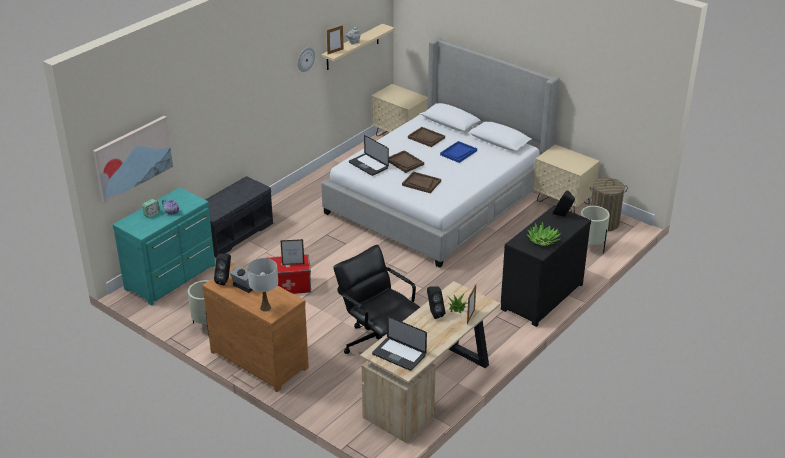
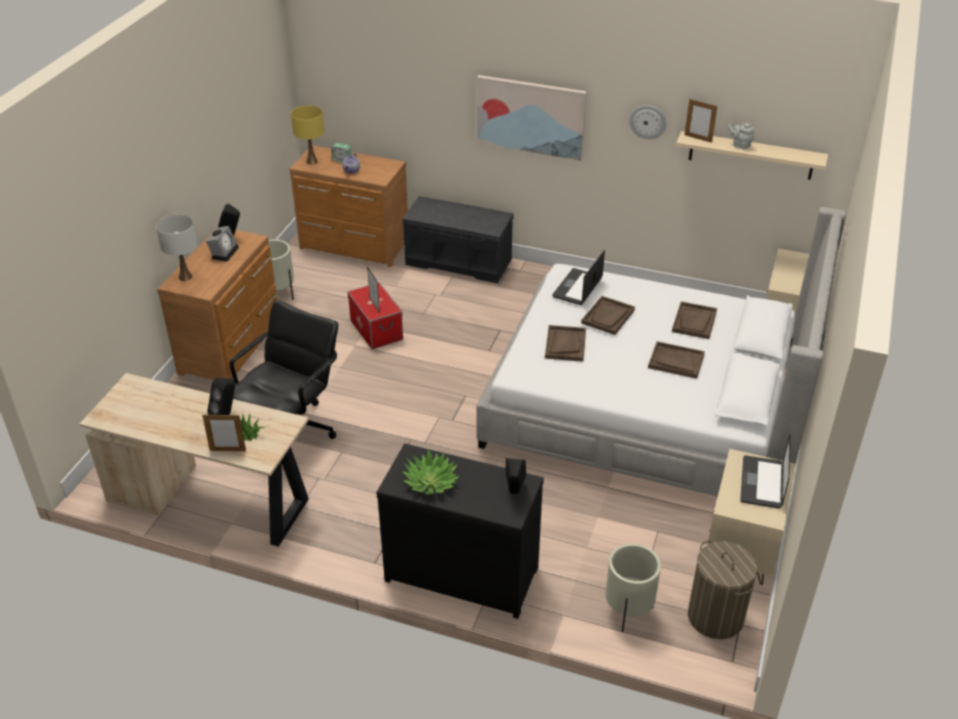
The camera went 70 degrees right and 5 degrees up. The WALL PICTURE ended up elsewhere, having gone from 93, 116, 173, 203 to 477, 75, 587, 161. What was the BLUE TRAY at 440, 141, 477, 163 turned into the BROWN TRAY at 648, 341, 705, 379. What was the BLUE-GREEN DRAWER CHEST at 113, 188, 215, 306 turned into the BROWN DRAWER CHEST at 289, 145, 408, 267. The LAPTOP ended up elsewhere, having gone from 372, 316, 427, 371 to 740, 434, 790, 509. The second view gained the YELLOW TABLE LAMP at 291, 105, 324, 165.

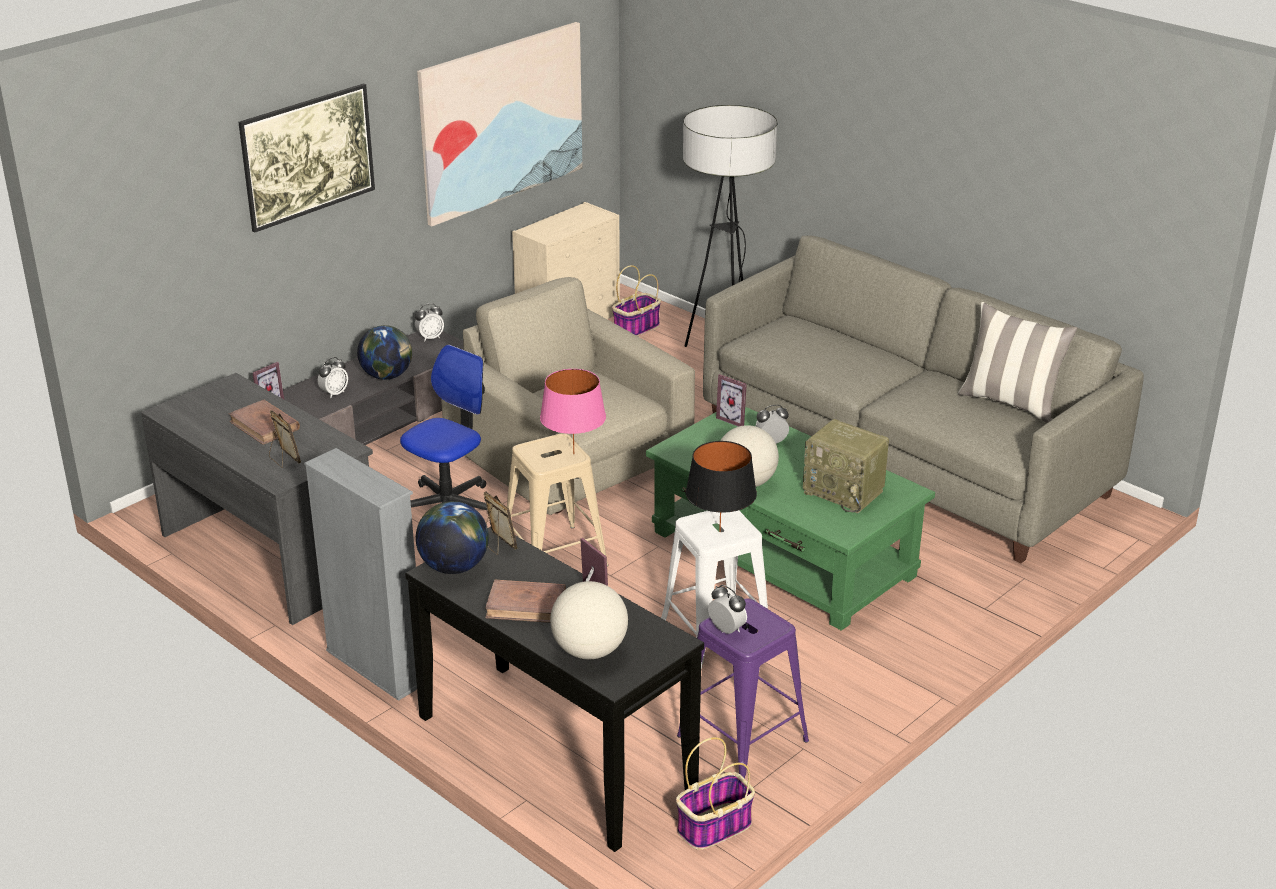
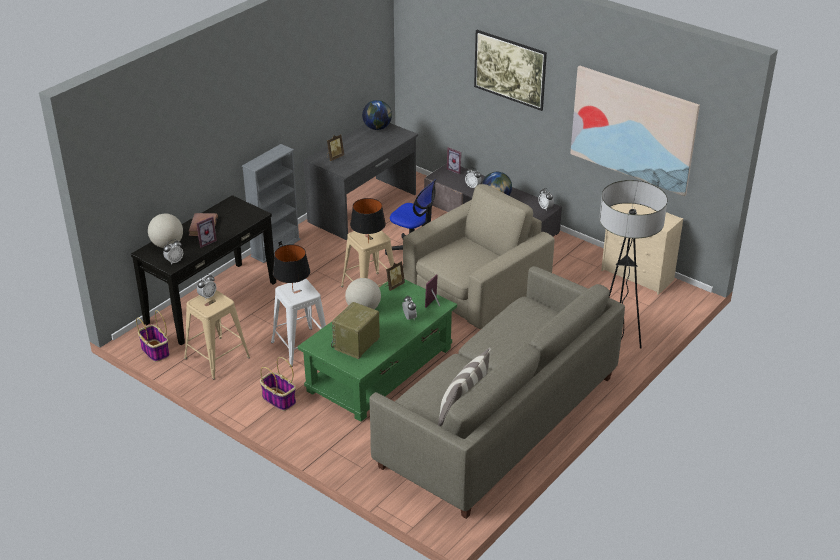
The camera went 85 degrees right and 5 degrees up. The HOUSEHOLD BASKET ended up elsewhere, having gone from 612, 265, 661, 336 to 260, 357, 296, 411. What was the PINK TABLE LAMP at 540, 369, 606, 454 turned into the BLACKISH TABLE LAMP at 350, 198, 386, 244. The second view lost the BROWN BOOK at 228, 400, 300, 445. The PICTURE FRAME ended up elsewhere, having gone from 484, 491, 517, 555 to 385, 261, 405, 291. The GLOBE ended up elsewhere, having gone from 416, 501, 489, 574 to 362, 100, 392, 130. What was the PURPLE STOOL SEAT at 677, 598, 809, 778 turned into the BEIGE STOOL SEAT at 184, 290, 250, 379. The second view gained the ALARM CLOCK at 163, 239, 183, 265.

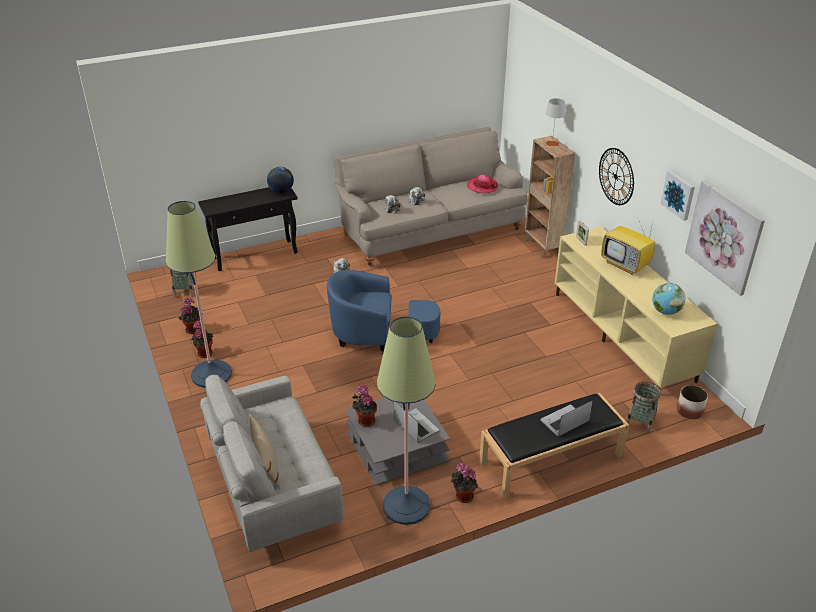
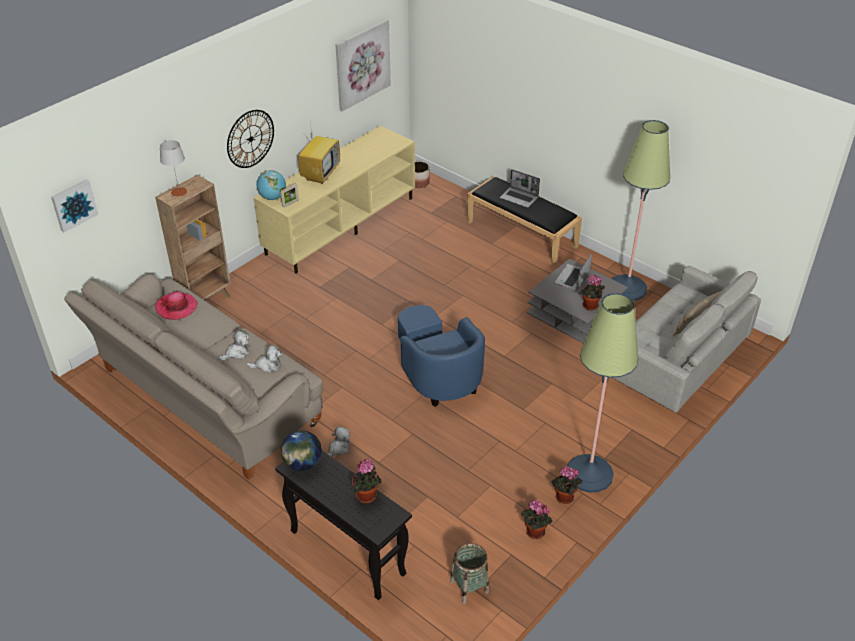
The camera went 115 degrees left and 5 degrees up. The WALL PICTURE ended up elsewhere, having gone from 660, 170, 695, 221 to 51, 179, 98, 232. The GLOBE ended up elsewhere, having gone from 652, 283, 685, 315 to 257, 170, 286, 200. The second view lost the HOUSEHOLD BASKET at 626, 382, 661, 433. The POTTED PLANT ended up elsewhere, having gone from 451, 462, 478, 503 to 352, 459, 382, 503.

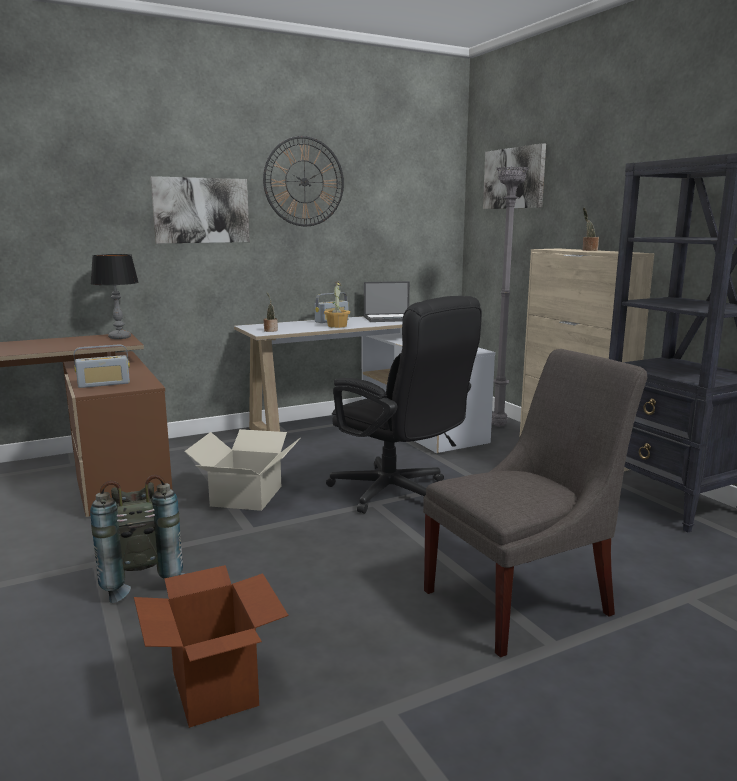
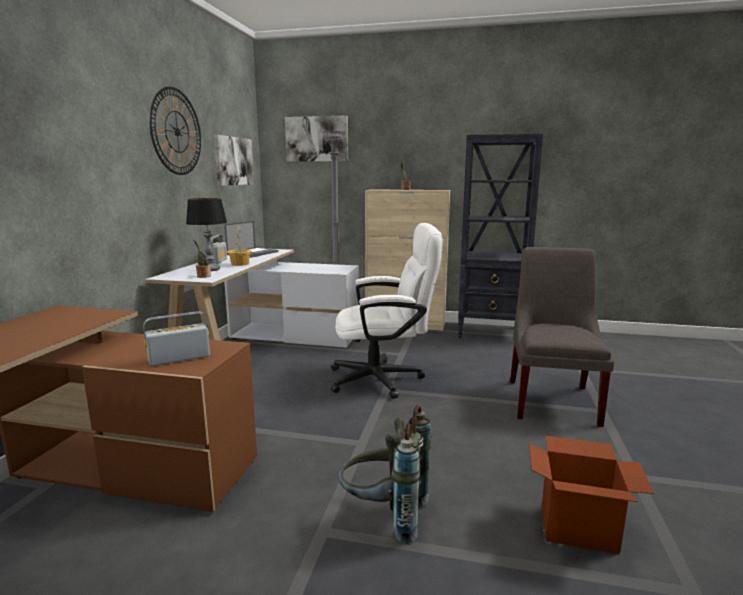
The camera went 50 degrees left and 0 degrees up. The WALL PICTURE ended up elsewhere, having gone from 150, 176, 250, 244 to 214, 135, 254, 186. The TABLE LAMP ended up elsewhere, having gone from 90, 254, 139, 339 to 186, 198, 227, 271. What was the BLACKISH DESK CHAIR at 326, 296, 482, 514 turned into the WHITISH DESK CHAIR at 331, 223, 443, 399. The RADIO SET at 74, 344, 130, 388 ended up facing another way, 135 degrees counterclockwise from before. The second view lost the CARTON at 184, 429, 301, 511.

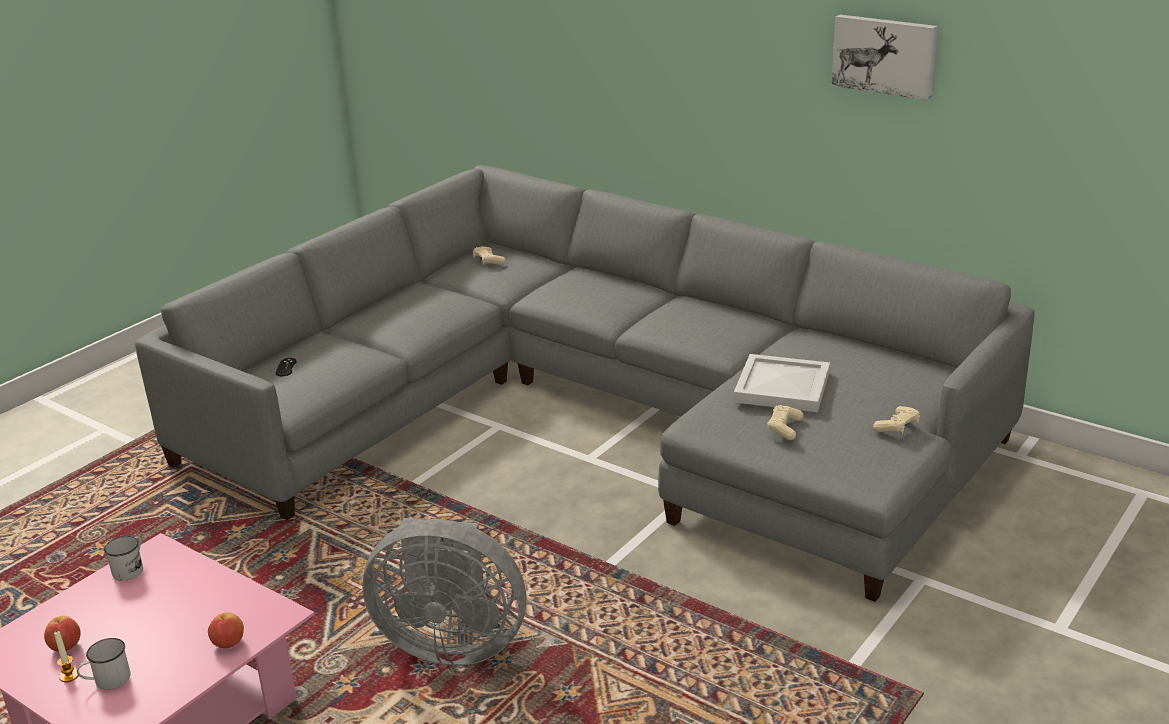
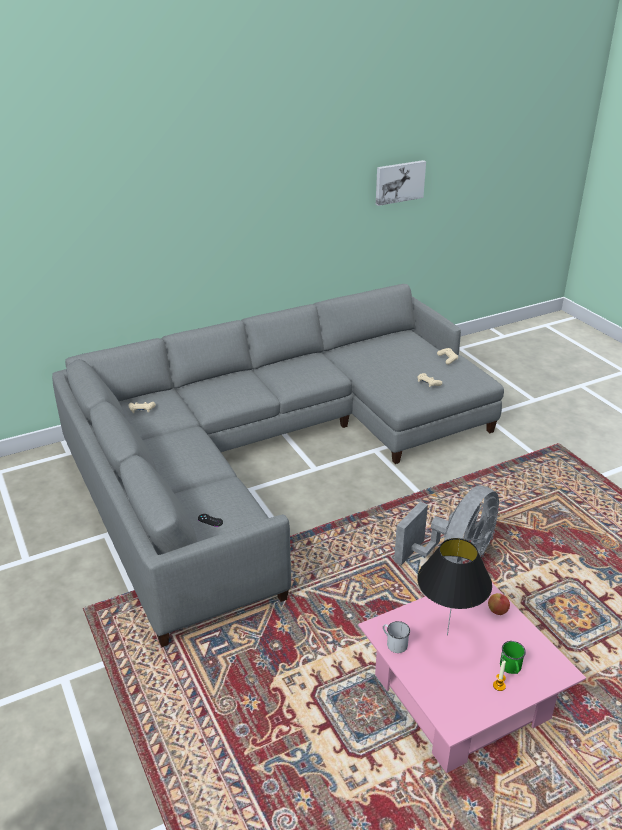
The camera went 65 degrees left and 5 degrees up. The WALL PICTURE ended up elsewhere, having gone from 832, 15, 938, 100 to 376, 160, 426, 206. The second view lost the WHITISH TRAY at 734, 354, 830, 412. The second view lost the APPLE at 44, 616, 81, 652. What was the WHITISH COFFEE MUG at 77, 638, 131, 690 turned into the GREEN COFFEE MUG at 500, 641, 526, 674. The second view gained the BLACKISH TABLE LAMP at 417, 538, 492, 635.

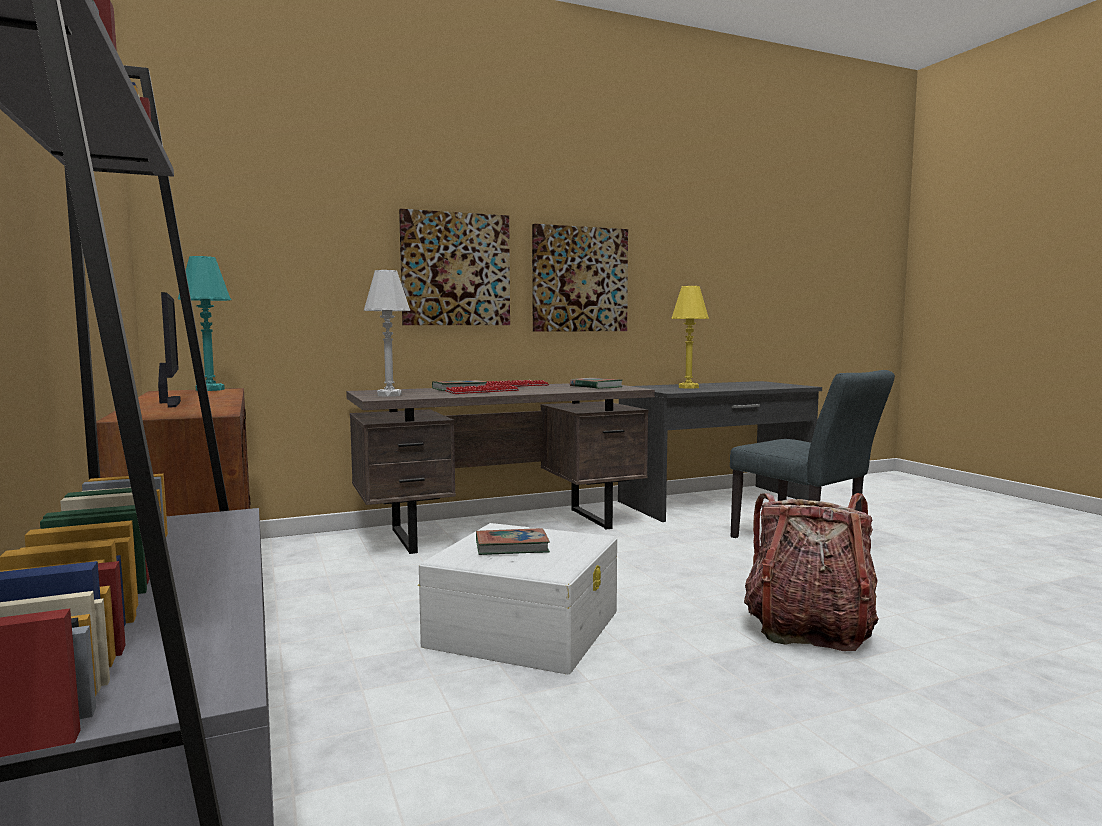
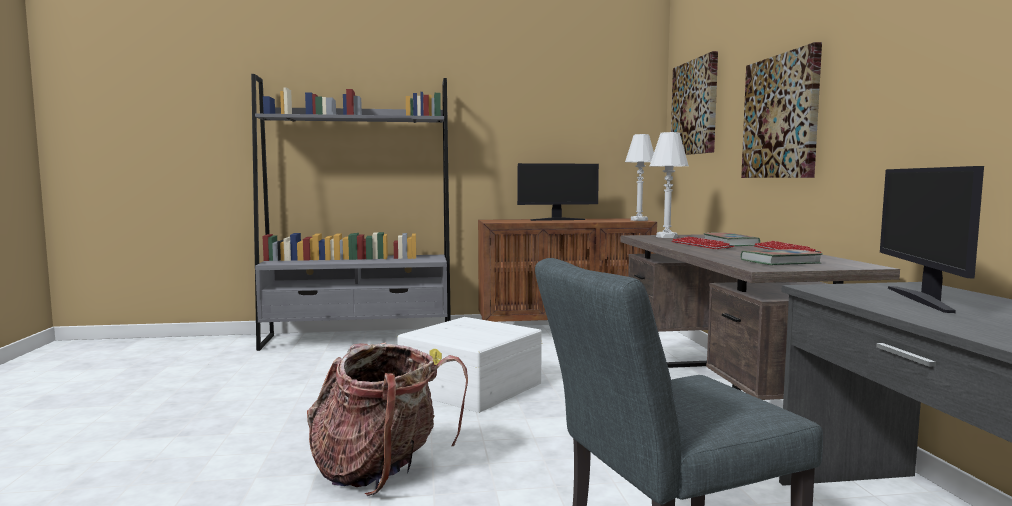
The camera went 105 degrees right and 0 degrees up. The WALL PICTURE ended up elsewhere, having gone from 532, 224, 628, 332 to 671, 51, 718, 155. What was the BLUE-GREEN TABLE LAMP at 178, 256, 232, 391 turned into the WHITISH TABLE LAMP at 625, 134, 654, 221. Where the YELLOW TABLE LAMP stood at 671, 286, 709, 389, the COMPUTER DISPLAY came to stand at 880, 166, 984, 313. The second view lost the BOOK at 476, 528, 550, 555.

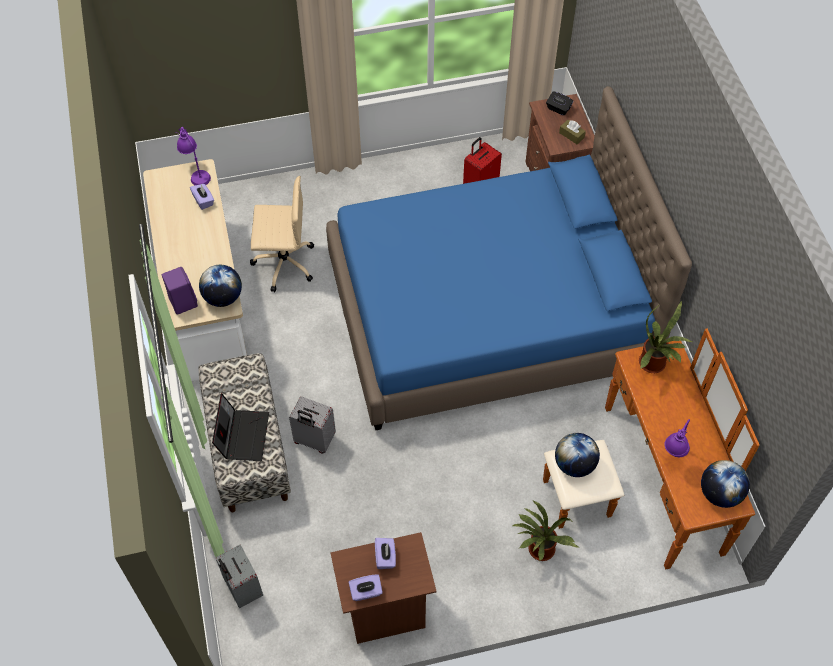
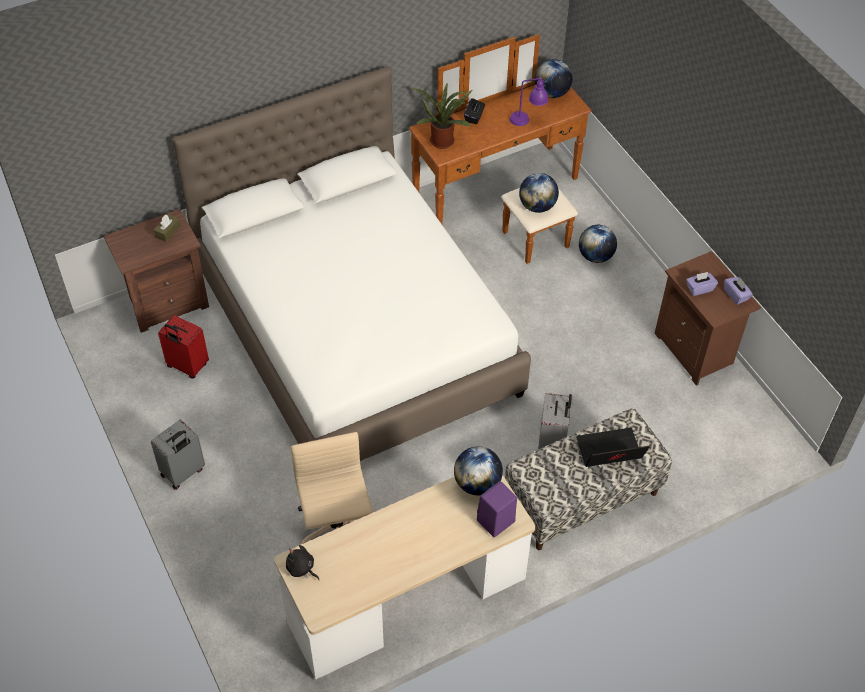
The camera went 105 degrees left and 5 degrees down. What was the BLUE BED at 326, 86, 692, 430 turned into the WHITISH BED at 173, 67, 531, 461. The BLACKISH TISSUE BOX ended up elsewhere, having gone from 546, 92, 573, 116 to 464, 98, 485, 124. Where the PURPLE TABLE LAMP stood at 175, 127, 211, 185, the BLACKISH CUDDLY TOY came to stand at 286, 545, 319, 580. The second view lost the PURPLE TISSUE BOX at 190, 184, 214, 210. Where the POTTED PLANT stood at 513, 501, 579, 562, the GLOBE came to stand at 579, 225, 617, 263. The GREYISH PIECE OF LUGGAGE ended up elsewhere, having gone from 215, 545, 263, 609 to 151, 419, 205, 490.

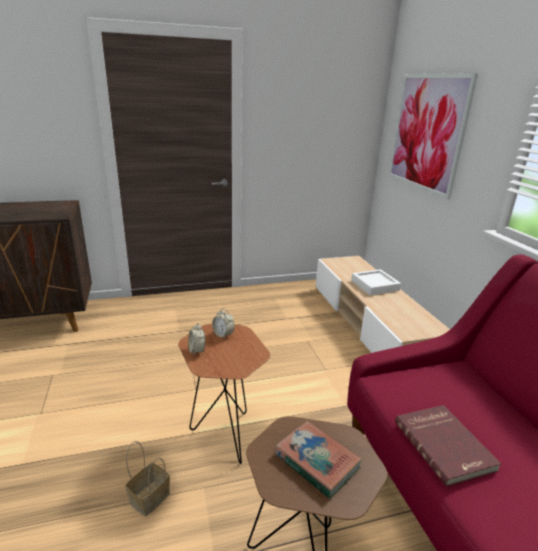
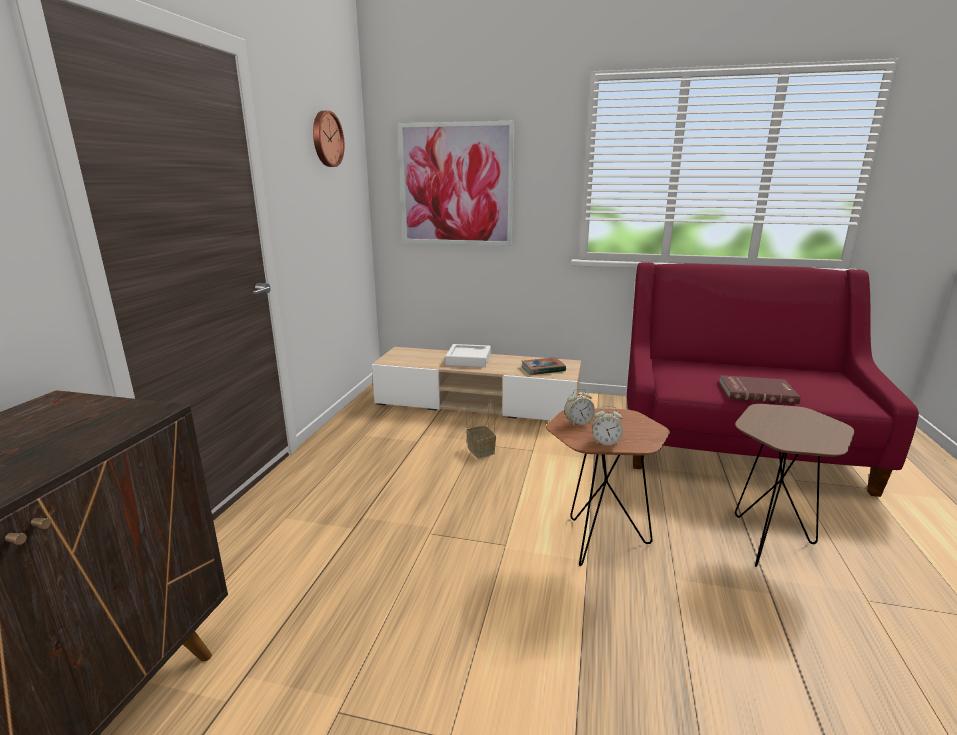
The camera went 60 degrees left and 5 degrees down. The BOOK ended up elsewhere, having gone from 274, 421, 362, 499 to 521, 357, 566, 375. The HOUSEHOLD BASKET ended up elsewhere, having gone from 125, 441, 170, 516 to 466, 402, 496, 458. The second view gained the CLOCK ON THE WALL at 313, 111, 345, 167.

